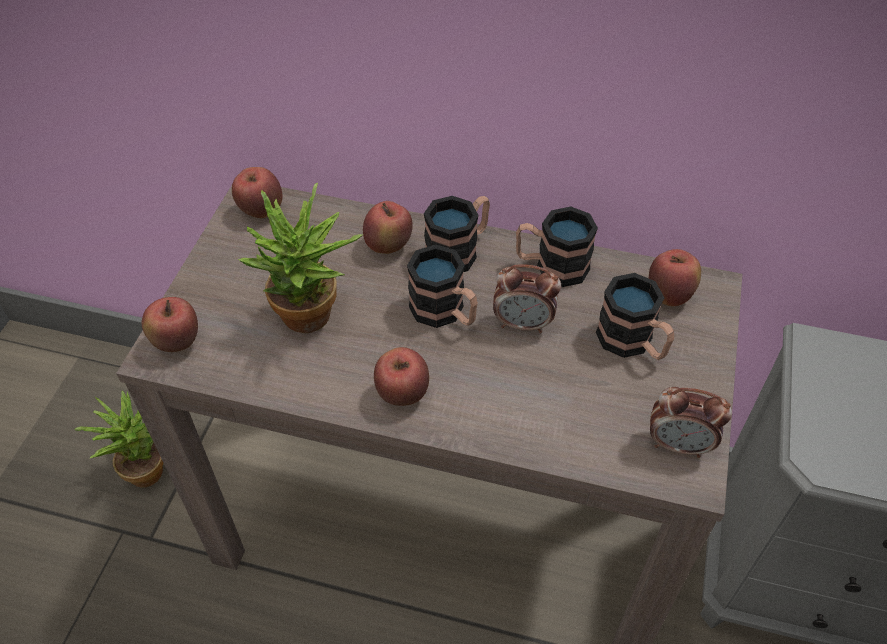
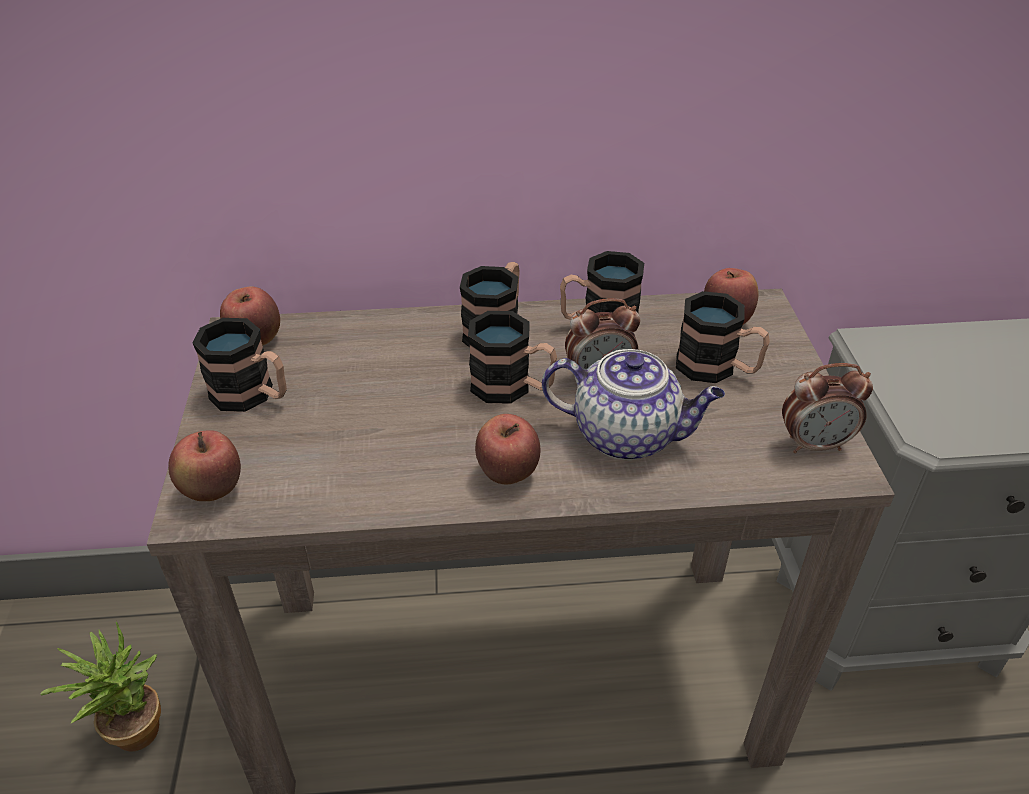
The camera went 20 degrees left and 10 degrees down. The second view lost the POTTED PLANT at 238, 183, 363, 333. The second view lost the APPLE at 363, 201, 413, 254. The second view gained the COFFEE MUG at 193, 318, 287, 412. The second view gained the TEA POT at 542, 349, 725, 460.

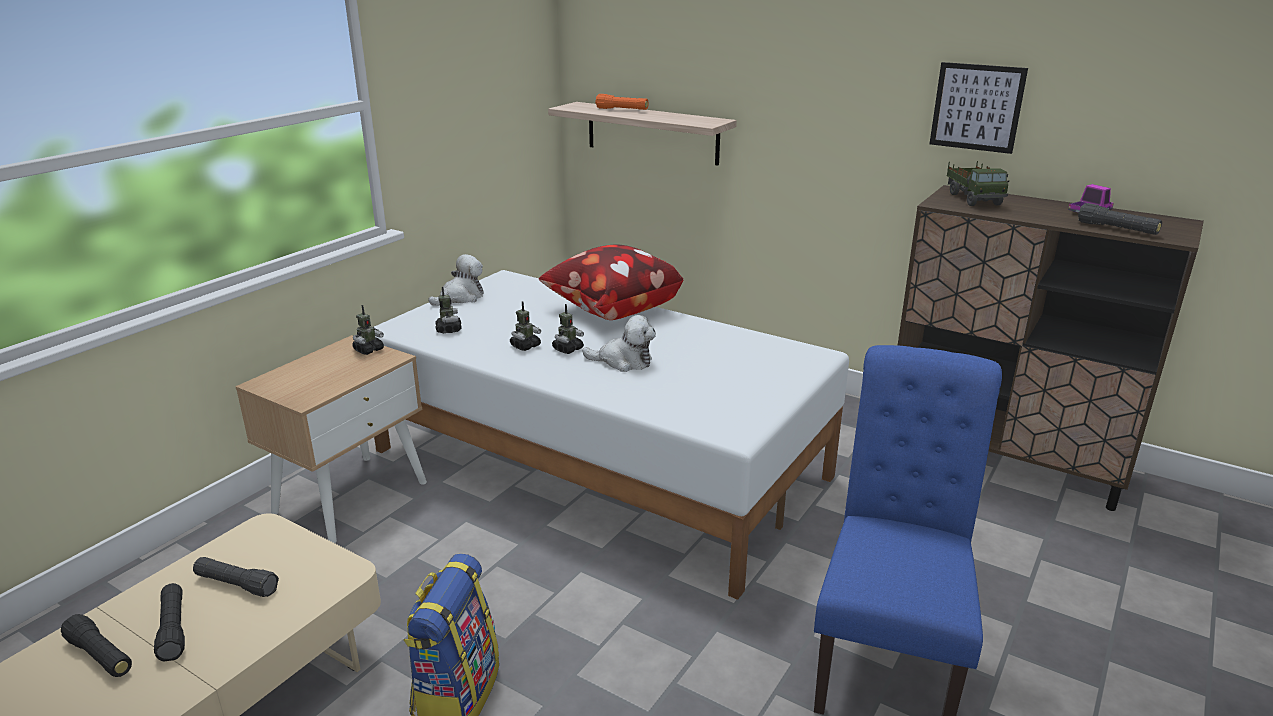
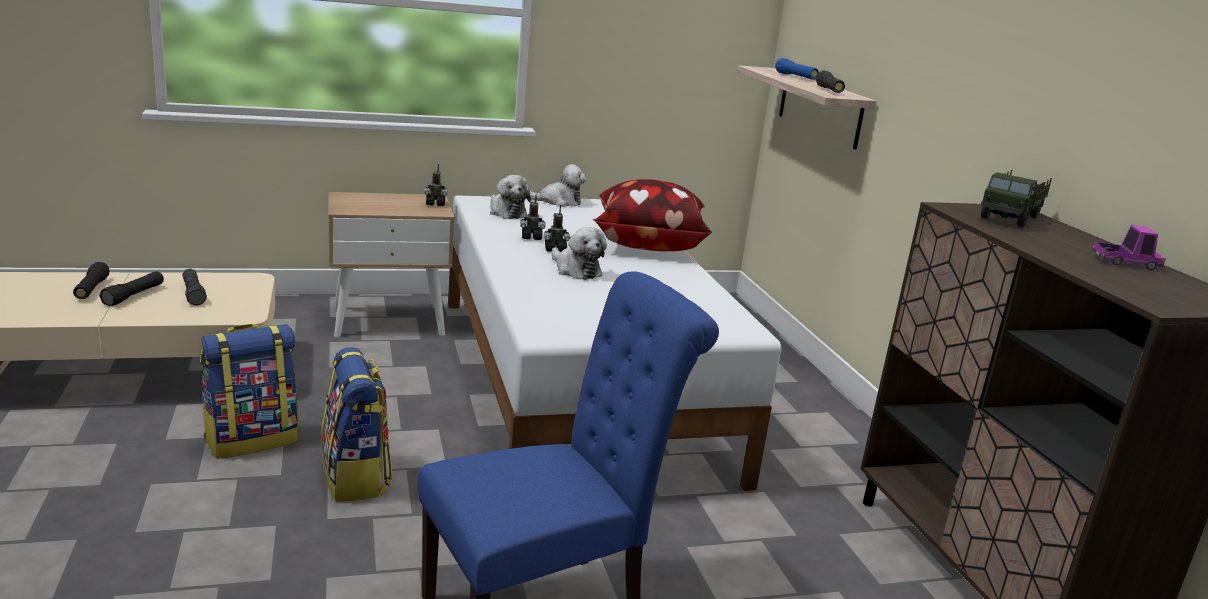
The camera went 40 degrees right and 5 degrees down. The second view lost the WALL PICTURE at 930, 62, 1028, 154. What was the ORANGE-COLOURED FLASHLIGHT at 595, 94, 649, 110 turned into the BLUE FLASHLIGHT at 775, 58, 819, 80. The BLACKISH FLASHLIGHT ended up elsewhere, having gone from 1078, 203, 1162, 235 to 816, 70, 845, 93. Where the ROBOT FIGURE stood at 435, 287, 462, 333, the CUDDLY TOY came to stand at 490, 175, 531, 219. The second view gained the RUCKSACK at 321, 347, 393, 502.

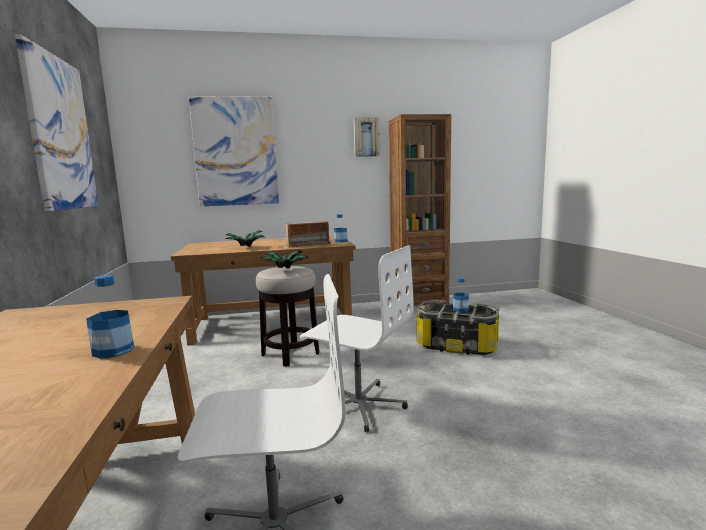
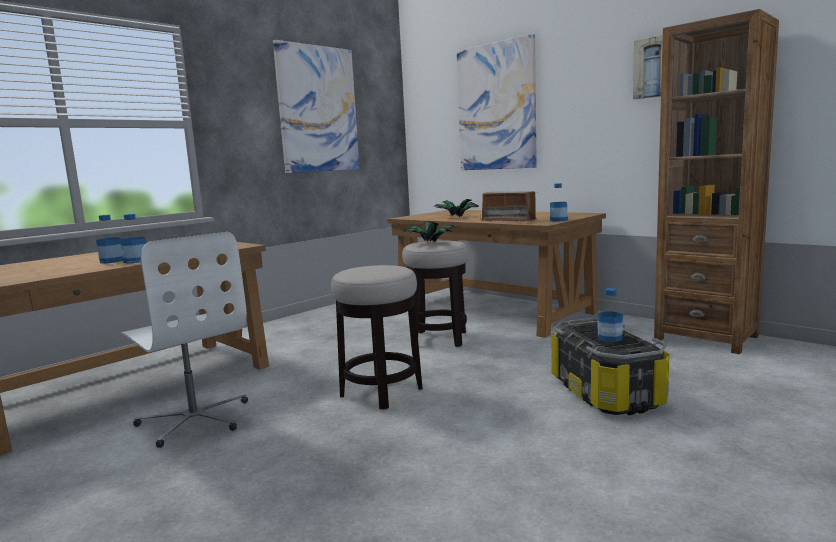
The camera went 55 degrees right and 0 degrees up. Where the WHITISH DESK CHAIR stood at 300, 245, 414, 432, the STOOL SEAT came to stand at 331, 265, 423, 409. The second view gained the BEVERAGE BOTTLE at 96, 215, 123, 263.

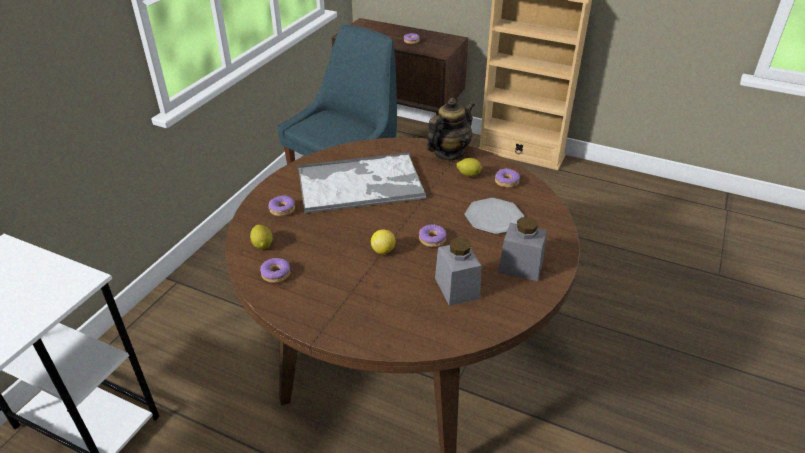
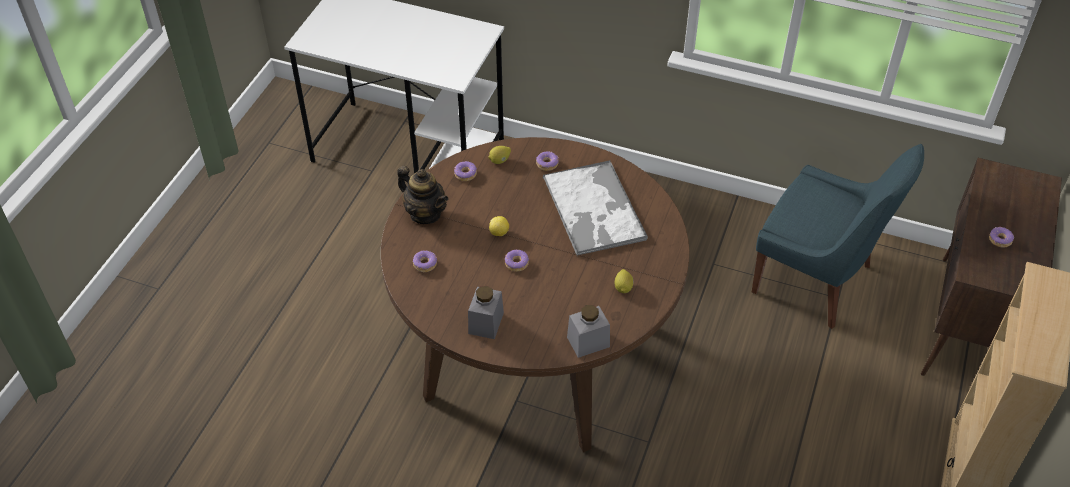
The camera went 85 degrees right and 10 degrees up. The TEA POT ended up elsewhere, having gone from 426, 97, 475, 160 to 397, 166, 448, 224. The RING DOUGHNUT ended up elsewhere, having gone from 495, 168, 520, 188 to 413, 250, 437, 272. The second view lost the PLATE at 465, 198, 524, 234. The GREYISH STORAGE JAR ended up elsewhere, having gone from 435, 237, 481, 306 to 567, 305, 610, 358.

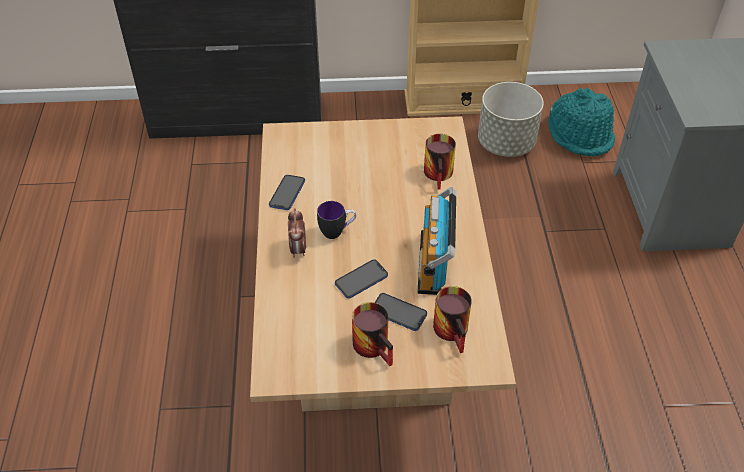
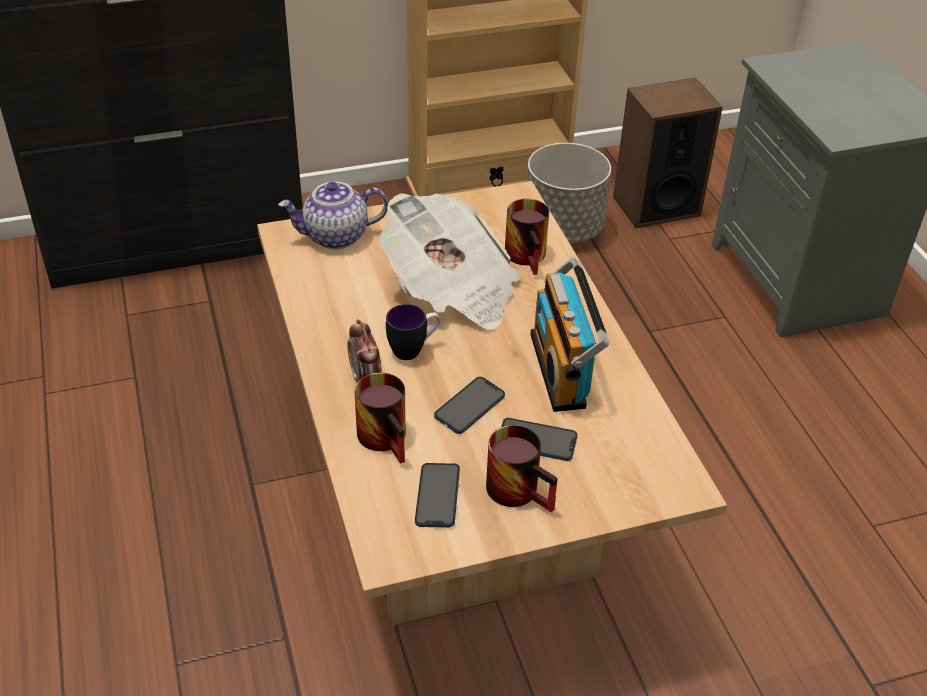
The camera went 15 degrees left and 5 degrees down. Where the BLUE-GREEN HAT stood at 548, 88, 615, 157, the SPEAKER came to stand at 613, 78, 723, 228. The HANDSET ended up elsewhere, having gone from 269, 175, 305, 210 to 415, 463, 460, 528. The COFFEE MUG ended up elsewhere, having gone from 433, 286, 472, 353 to 355, 373, 406, 464. The second view gained the TEA POT at 278, 182, 388, 249. The second view gained the DAILY PAPER at 379, 193, 520, 330.

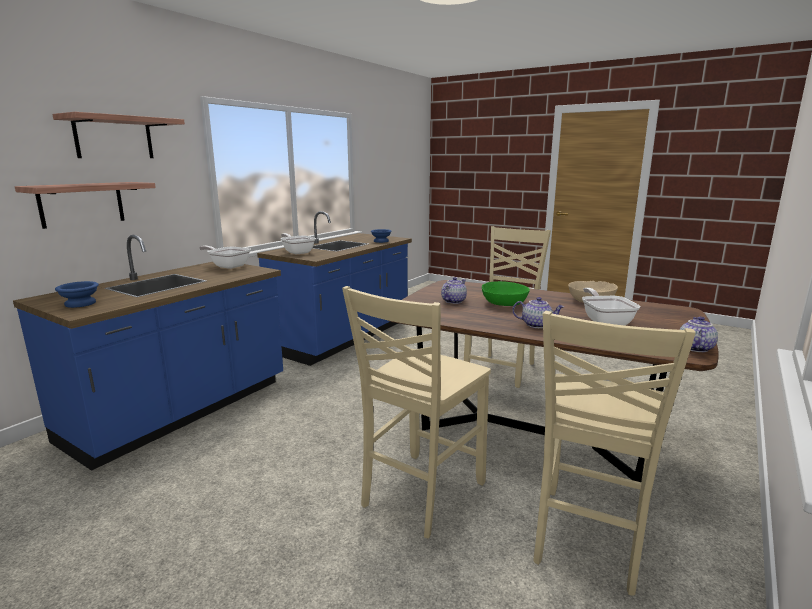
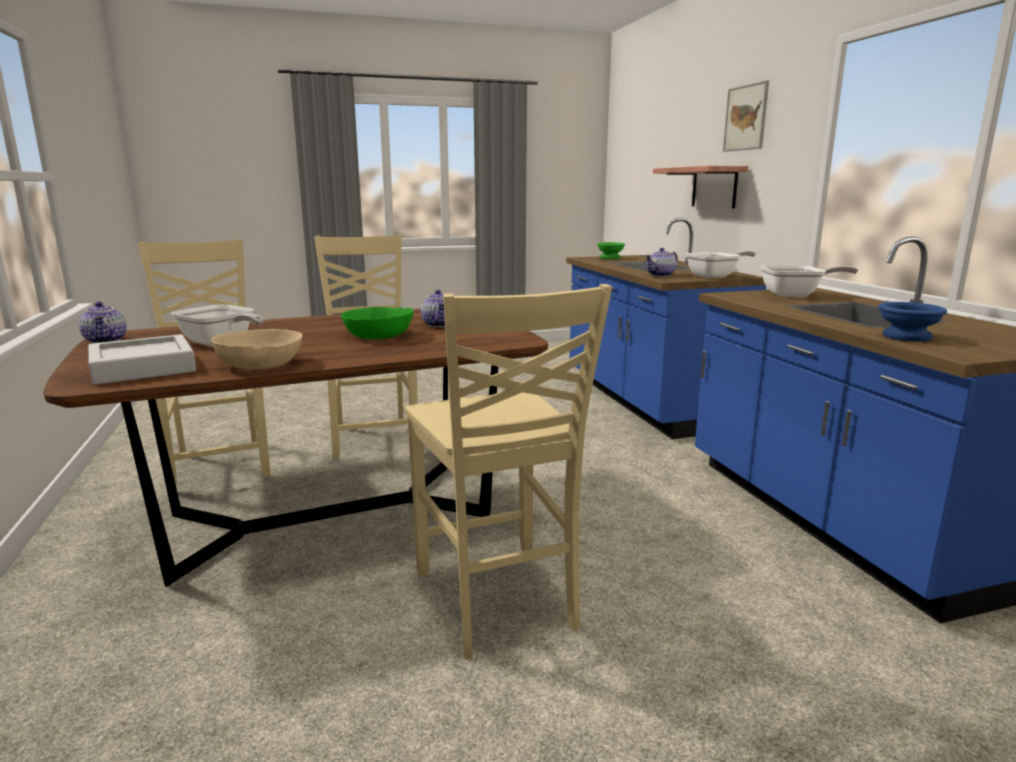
The camera went 130 degrees right and 0 degrees up. Where the WALL SHELF hung at 52, 112, 185, 158, the WALL PICTURE came to hang at 723, 80, 769, 152. What was the BLUE BOWL at 55, 281, 99, 308 turned into the GREEN BOWL at 597, 242, 625, 259. The TEA POT ended up elsewhere, having gone from 512, 297, 564, 328 to 645, 248, 678, 277. The second view gained the GREYISH TRAY at 88, 334, 196, 385.

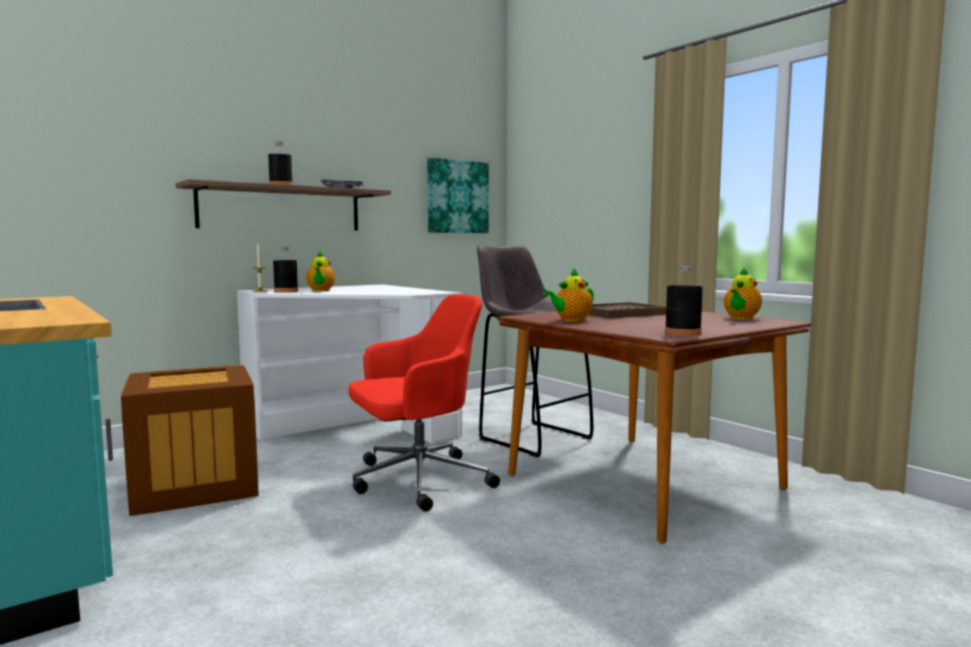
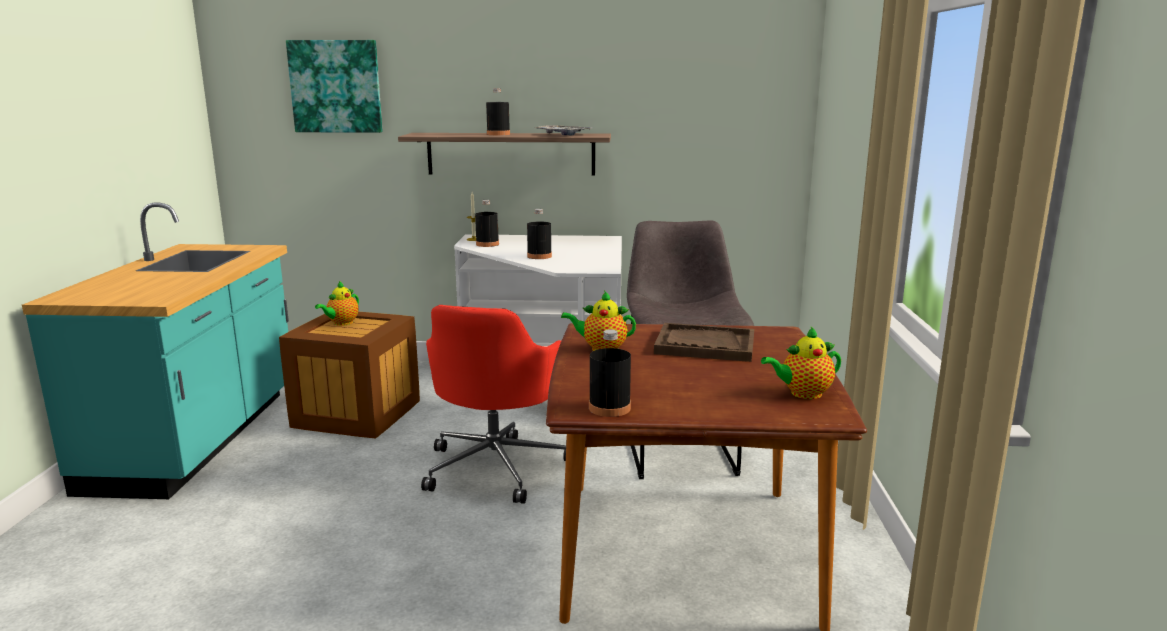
The camera went 40 degrees right and 10 degrees up. The WALL PICTURE ended up elsewhere, having gone from 427, 157, 489, 233 to 286, 40, 382, 133. The TEA POT ended up elsewhere, having gone from 306, 251, 335, 292 to 315, 281, 359, 326. The RED-COLOURED DESK CHAIR at 348, 294, 500, 512 ended up facing another way, 90 degrees clockwise from before. The second view gained the BLACKISH BEVERAGE BOTTLE at 527, 209, 552, 259.

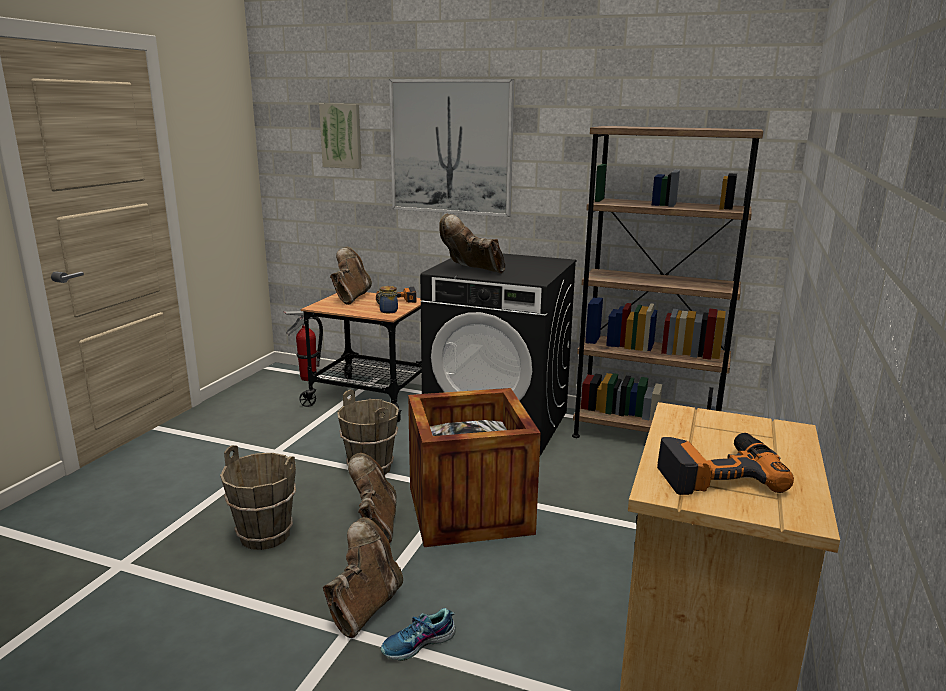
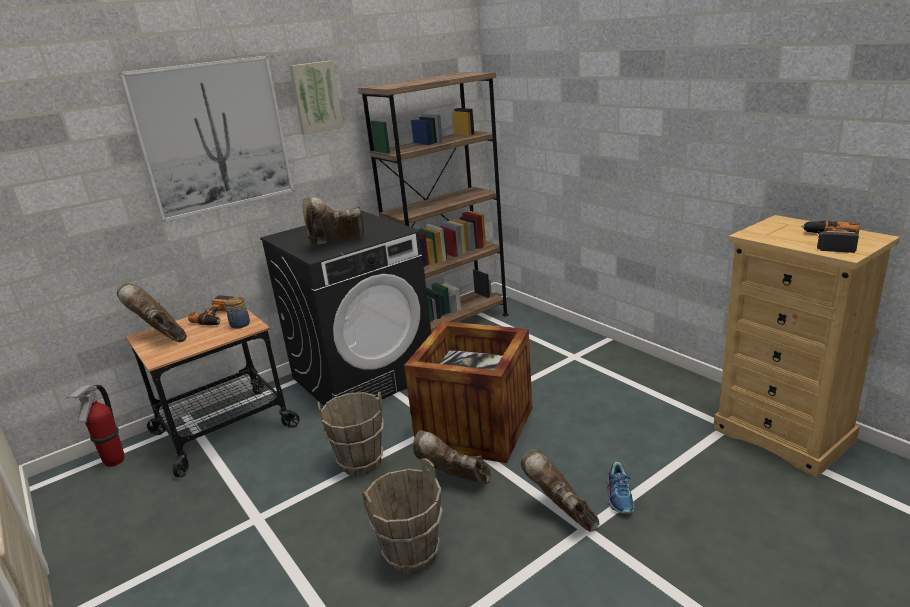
The camera went 55 degrees left and 5 degrees up. The WALL PICTURE ended up elsewhere, having gone from 319, 104, 362, 169 to 289, 61, 343, 135.

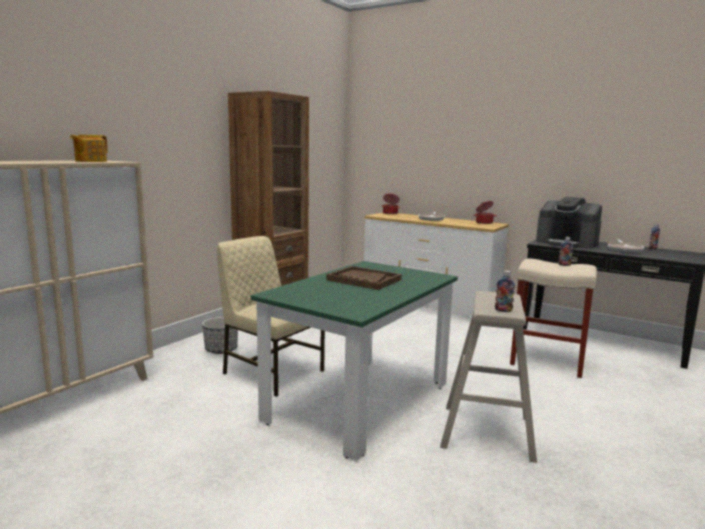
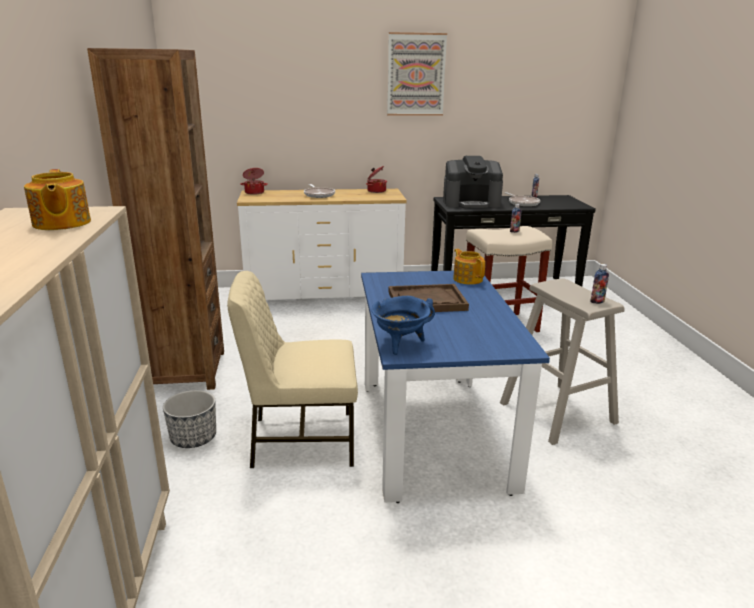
The camera went 40 degrees left and 10 degrees up. What was the GREEN DINING TABLE at 251, 261, 458, 461 turned into the BLUE DINING TABLE at 361, 271, 550, 503. The second view gained the WALL PICTURE at 387, 32, 447, 116. The second view gained the TEA POT at 453, 249, 485, 284. The second view gained the BLUE STOCKPOT at 371, 296, 435, 355.

